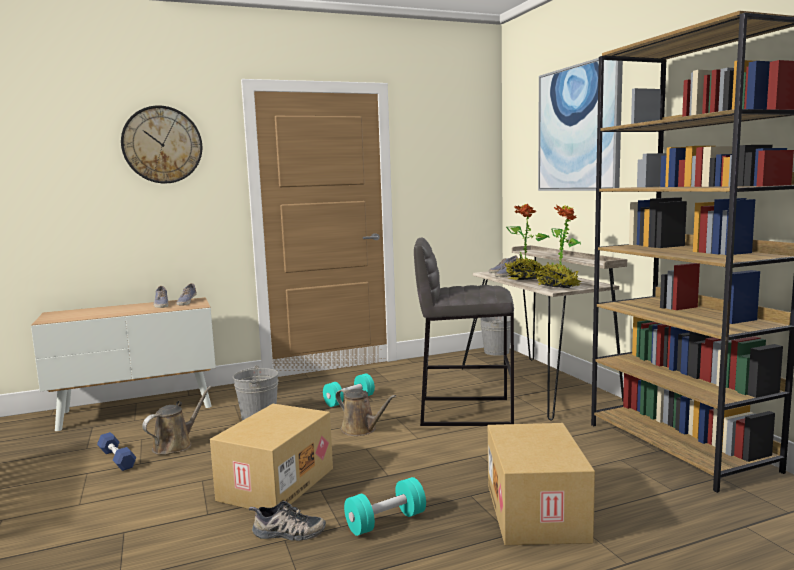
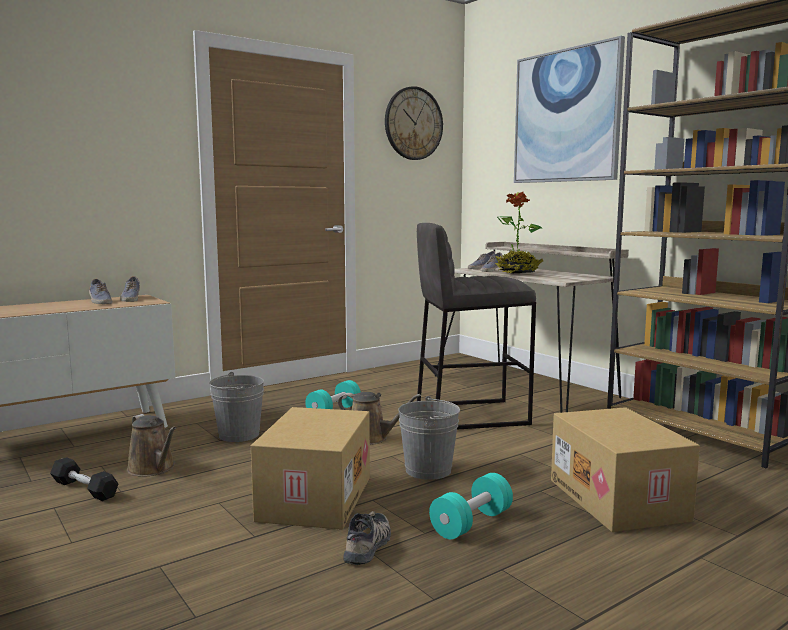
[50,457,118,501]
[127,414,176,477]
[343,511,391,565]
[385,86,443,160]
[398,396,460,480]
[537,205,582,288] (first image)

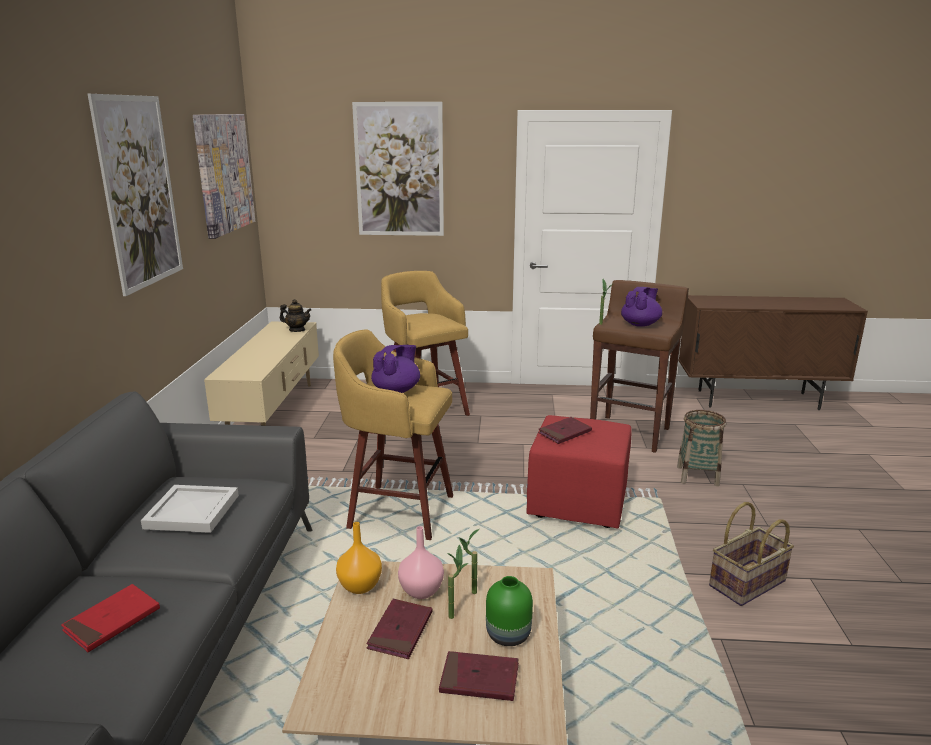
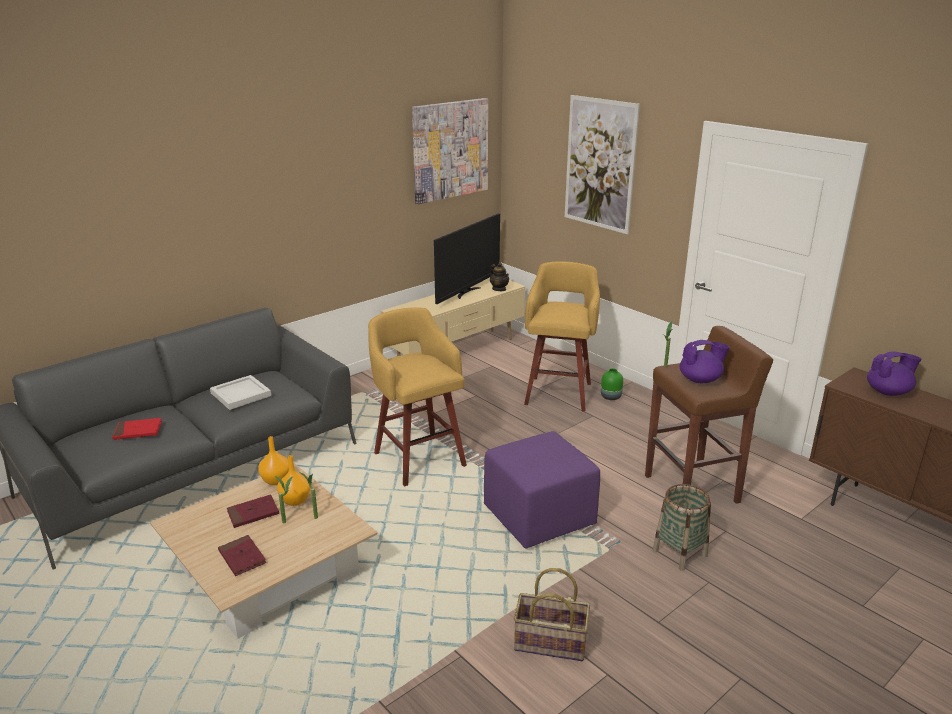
[277,455,310,506]
[434,214,500,304]
[484,431,600,549]
[601,368,623,400]
[867,351,921,396]
[88,94,183,296] (first image)
[538,417,592,444] (first image)

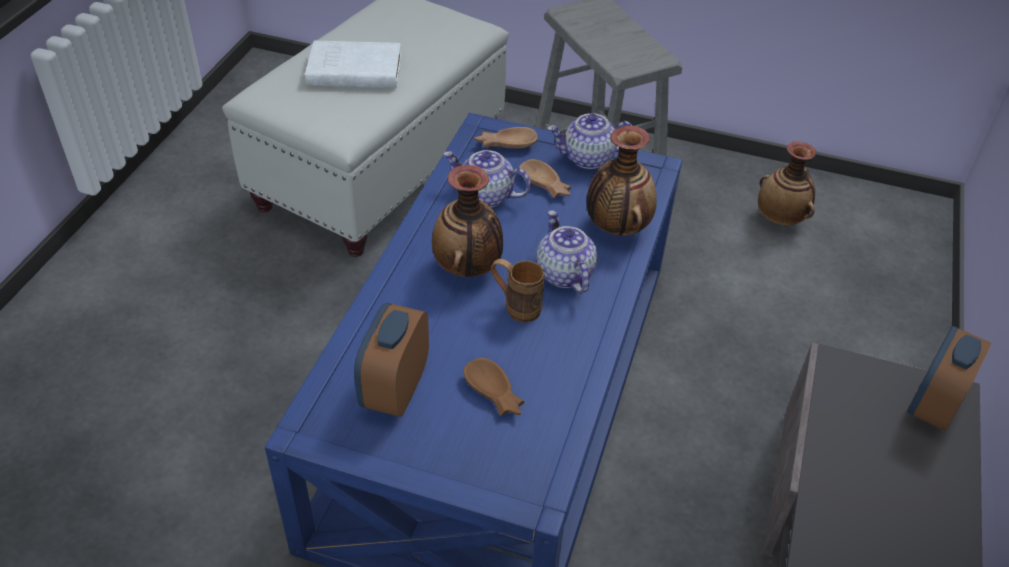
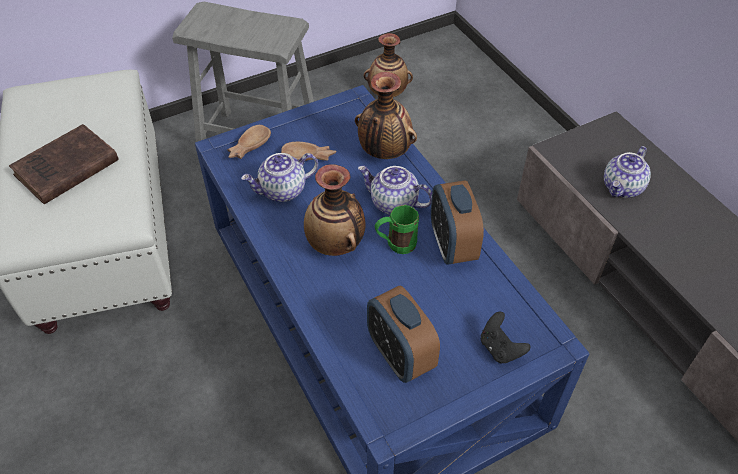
[9,124,119,204]
[375,205,419,254]
[431,180,484,265]
[481,312,530,364]
[604,146,651,198]
[464,358,525,416] (first image)

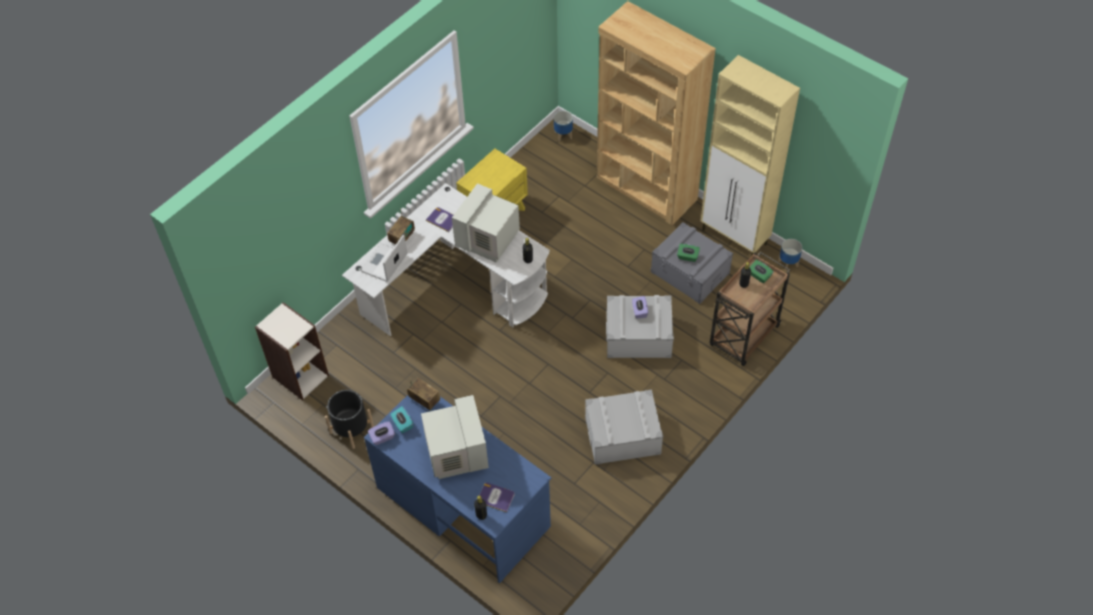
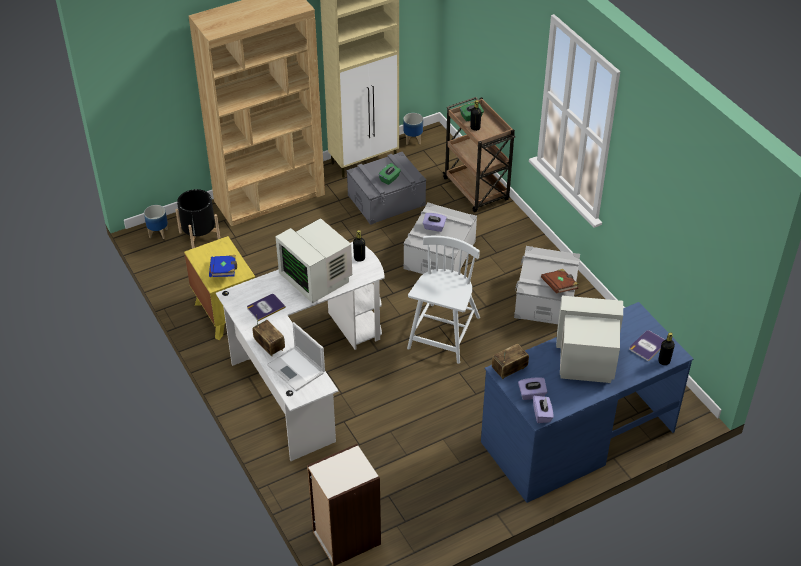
[176,189,220,249]
[209,255,237,277]
[407,236,480,364]
[518,377,547,400]
[541,269,579,293]

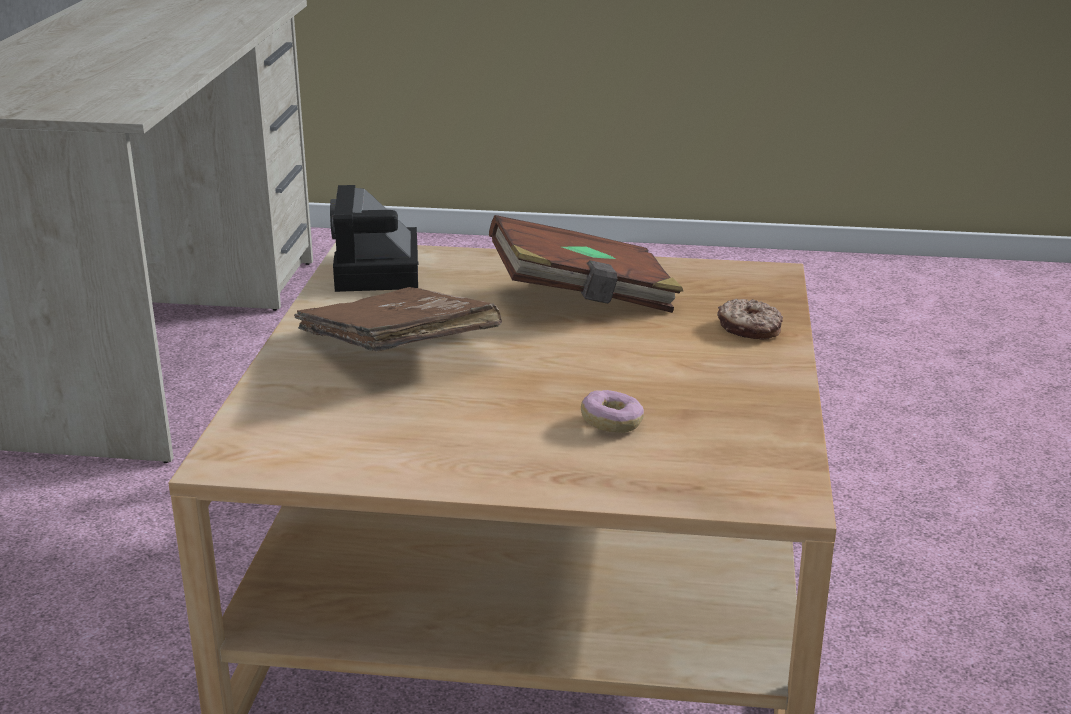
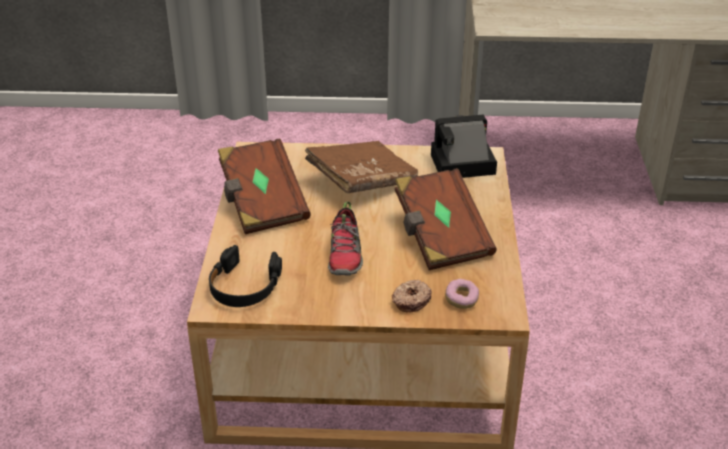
[209,245,282,307]
[218,138,311,234]
[328,202,363,275]
[445,279,479,309]

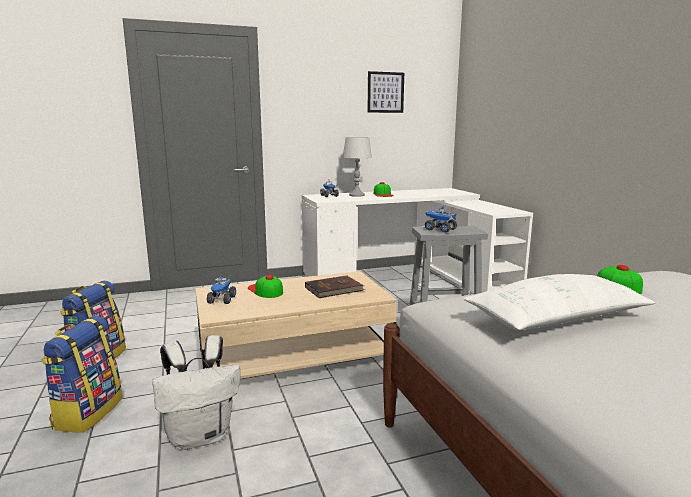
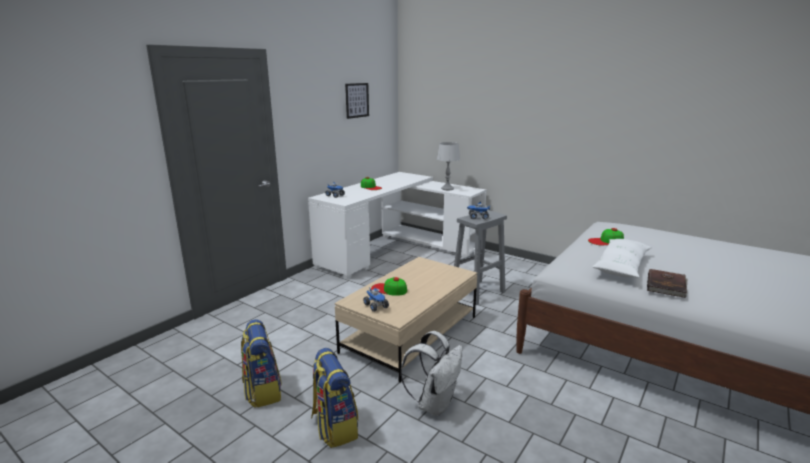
[437,142,460,190]
[647,269,688,298]

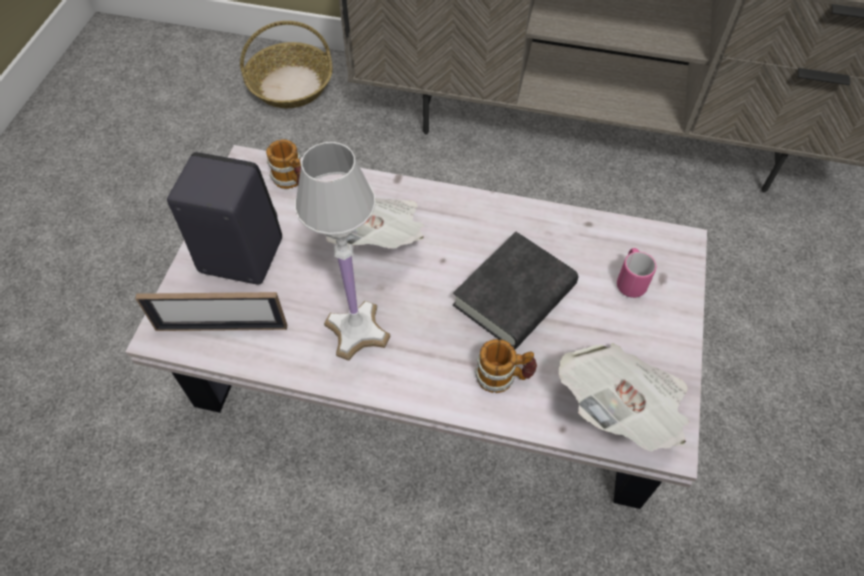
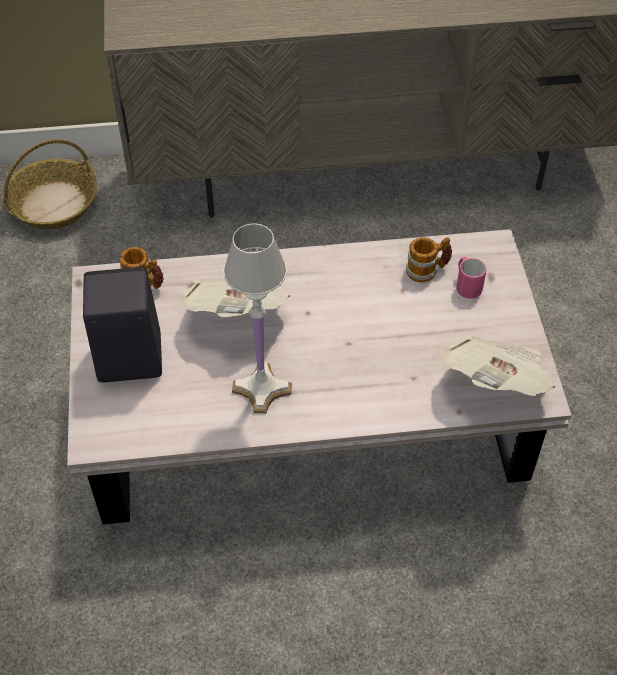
[406,237,452,282]
[135,292,287,331] (first image)
[453,232,578,349] (first image)

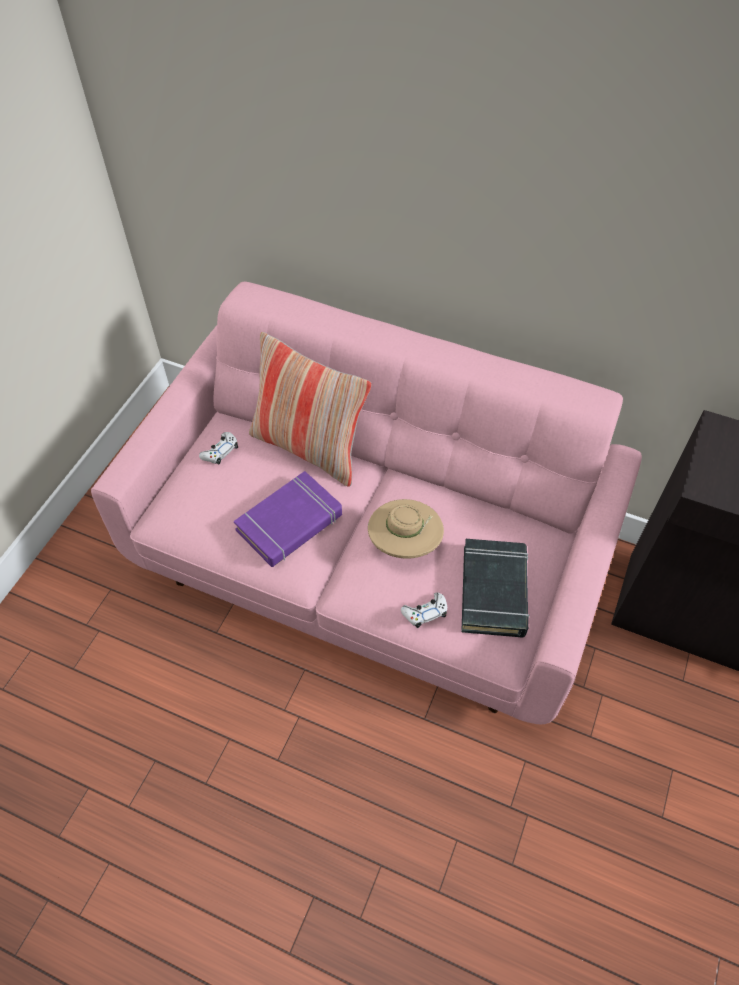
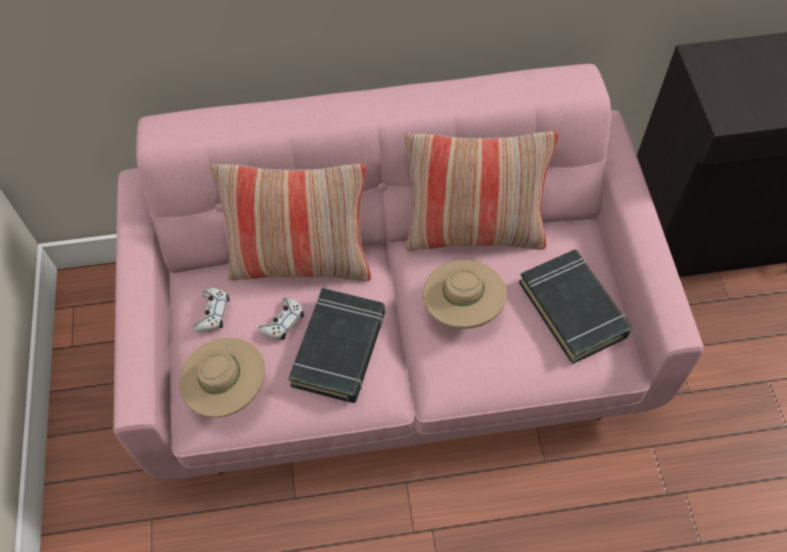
[179,338,265,418]
[259,297,304,340]
[288,288,385,403]
[405,131,559,251]

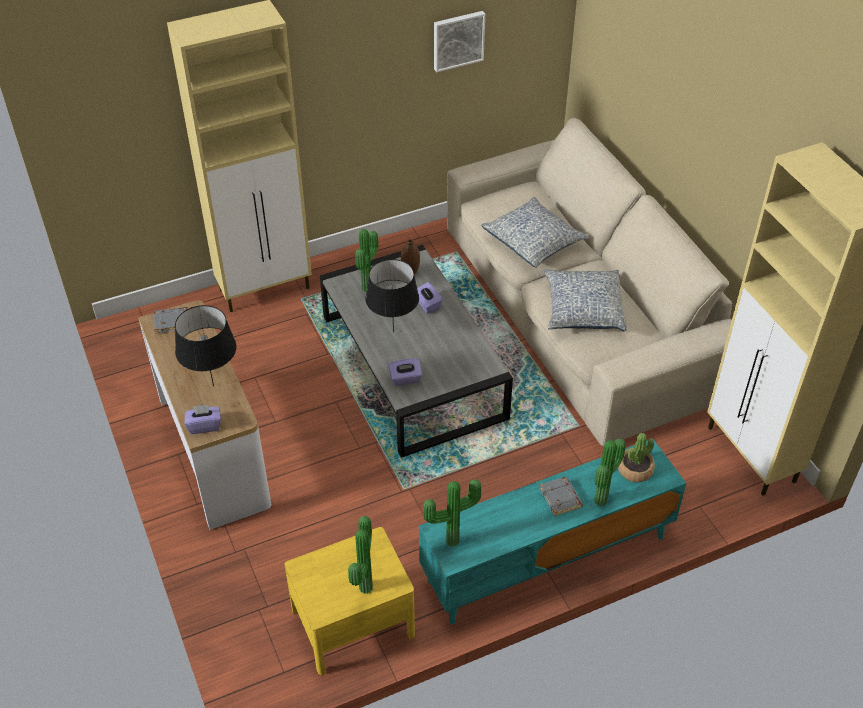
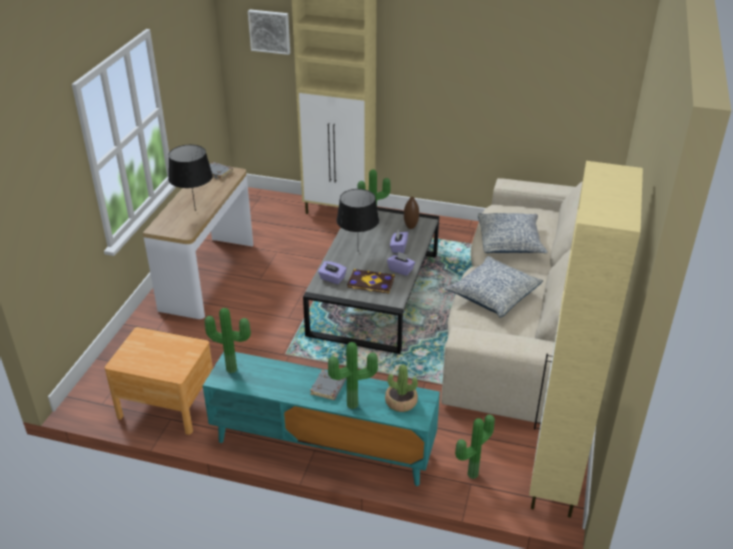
[105,327,213,435]
[248,10,290,55]
[347,269,395,294]
[387,251,415,276]
[455,414,495,479]

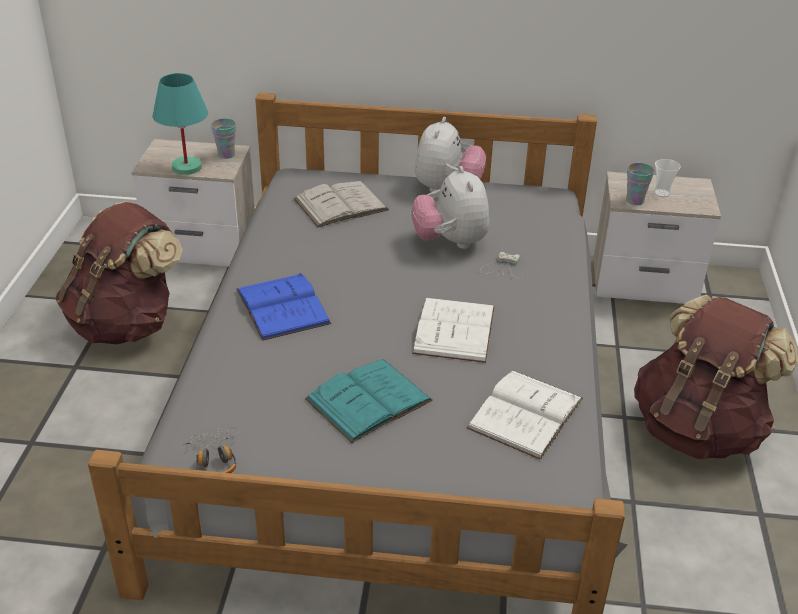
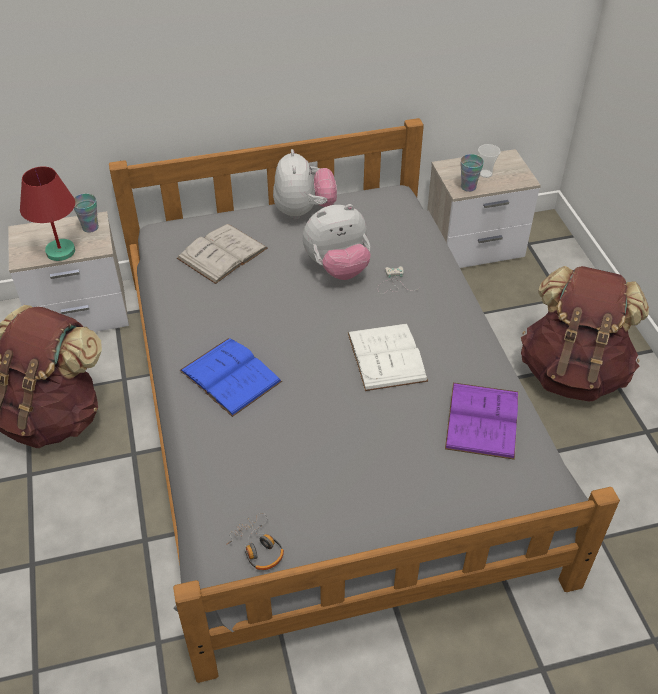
[20,166,75,261]
[303,204,371,280]
[445,383,519,460]
[305,359,433,443] (first image)

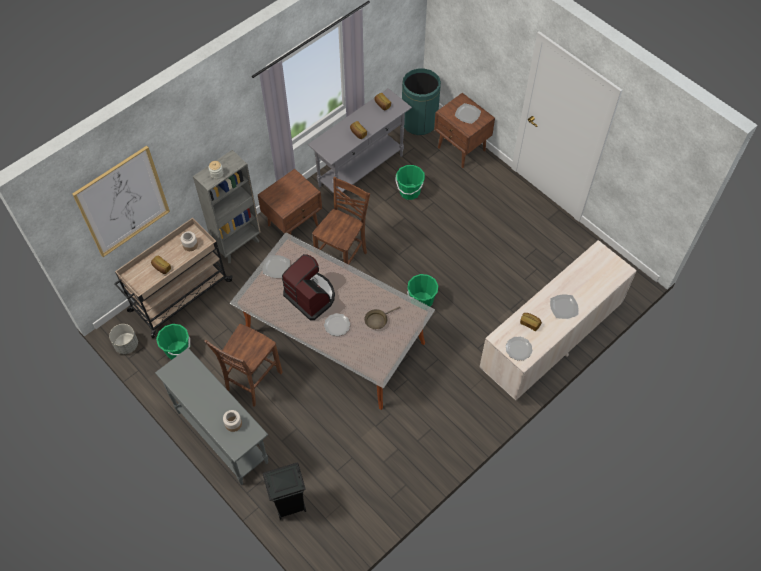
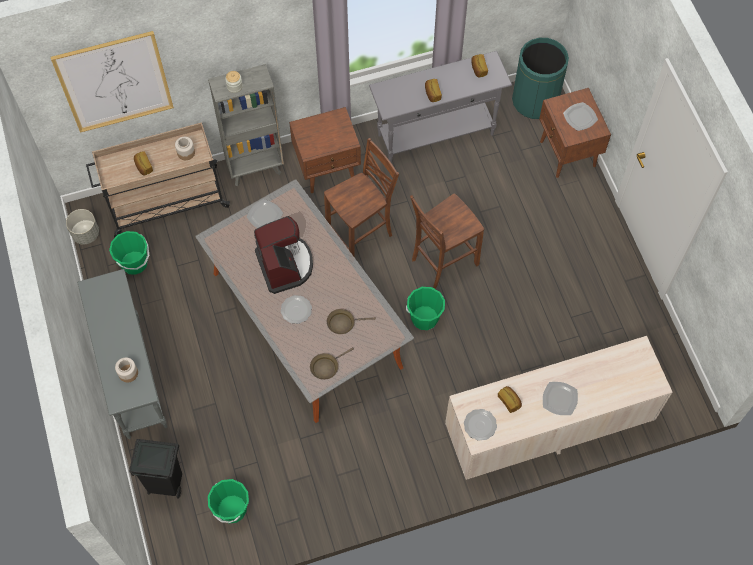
[208,479,249,524]
[310,347,354,380]
[410,194,484,289]

